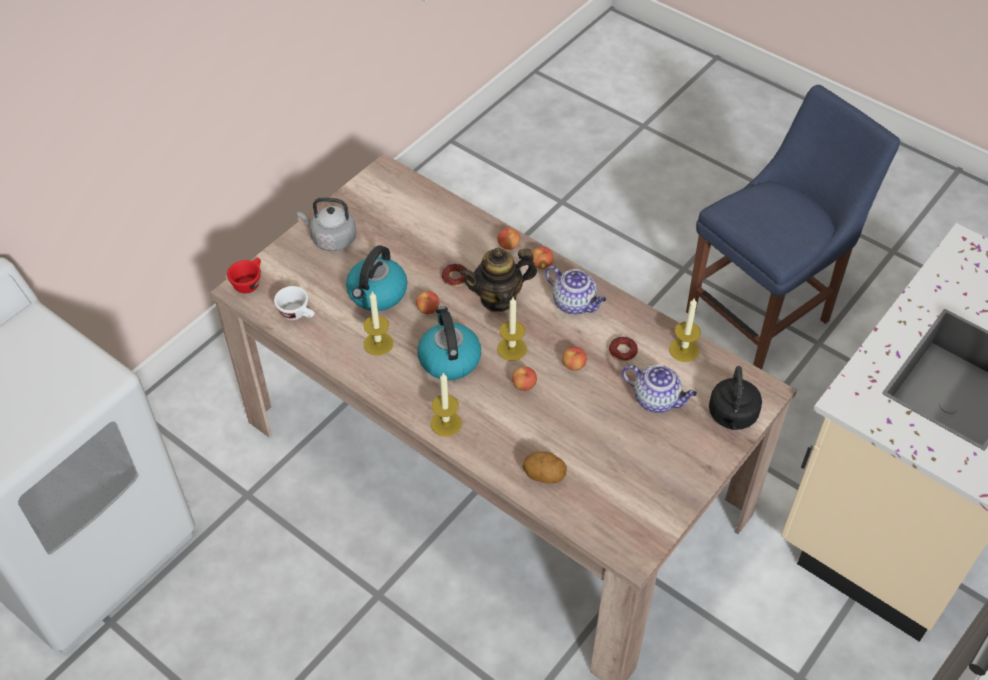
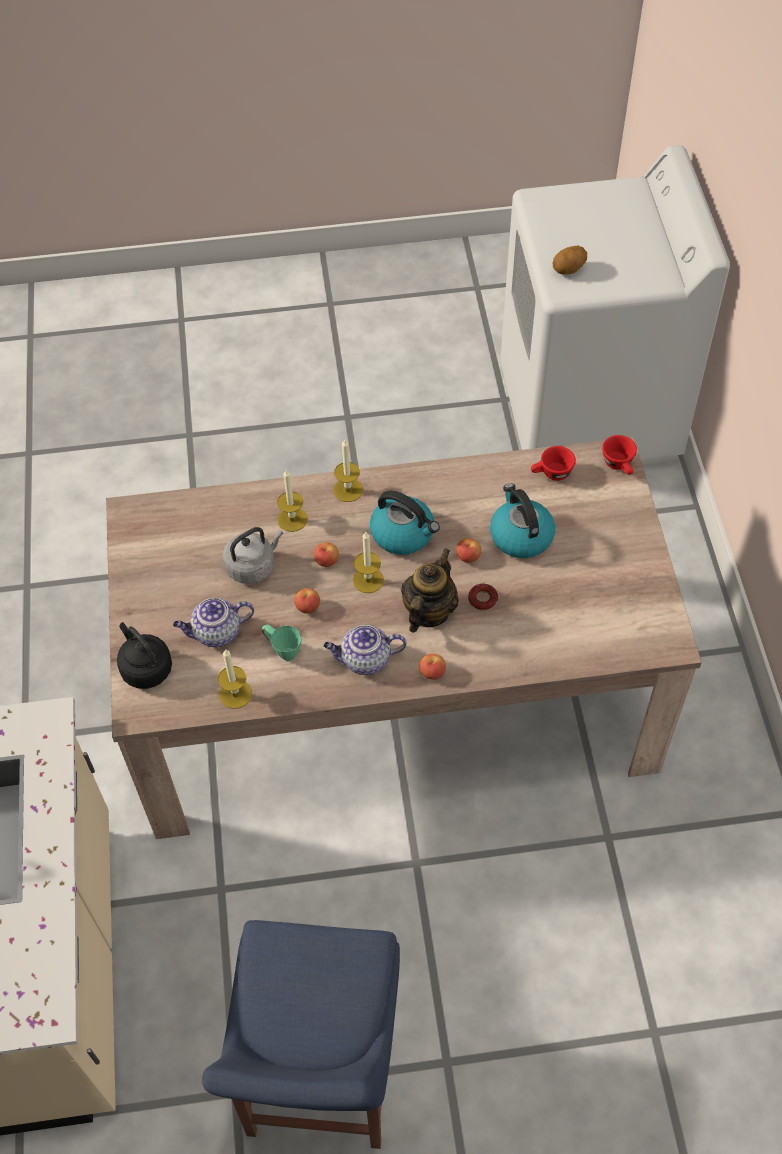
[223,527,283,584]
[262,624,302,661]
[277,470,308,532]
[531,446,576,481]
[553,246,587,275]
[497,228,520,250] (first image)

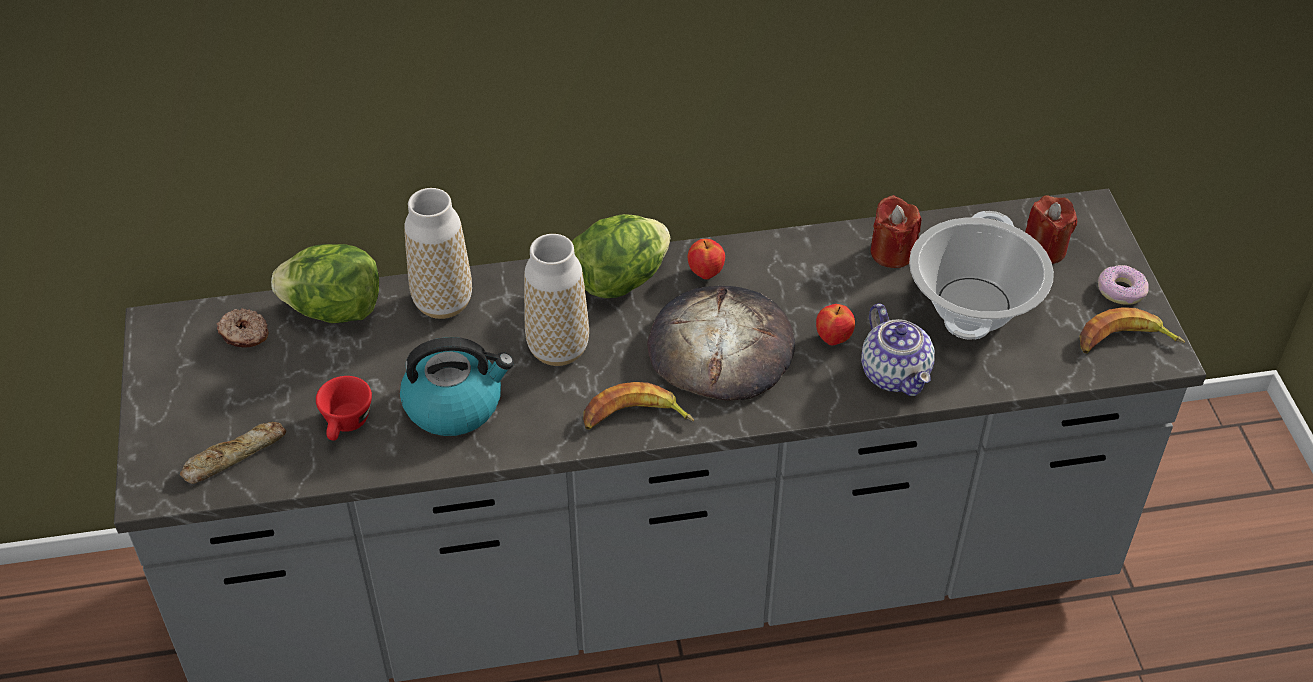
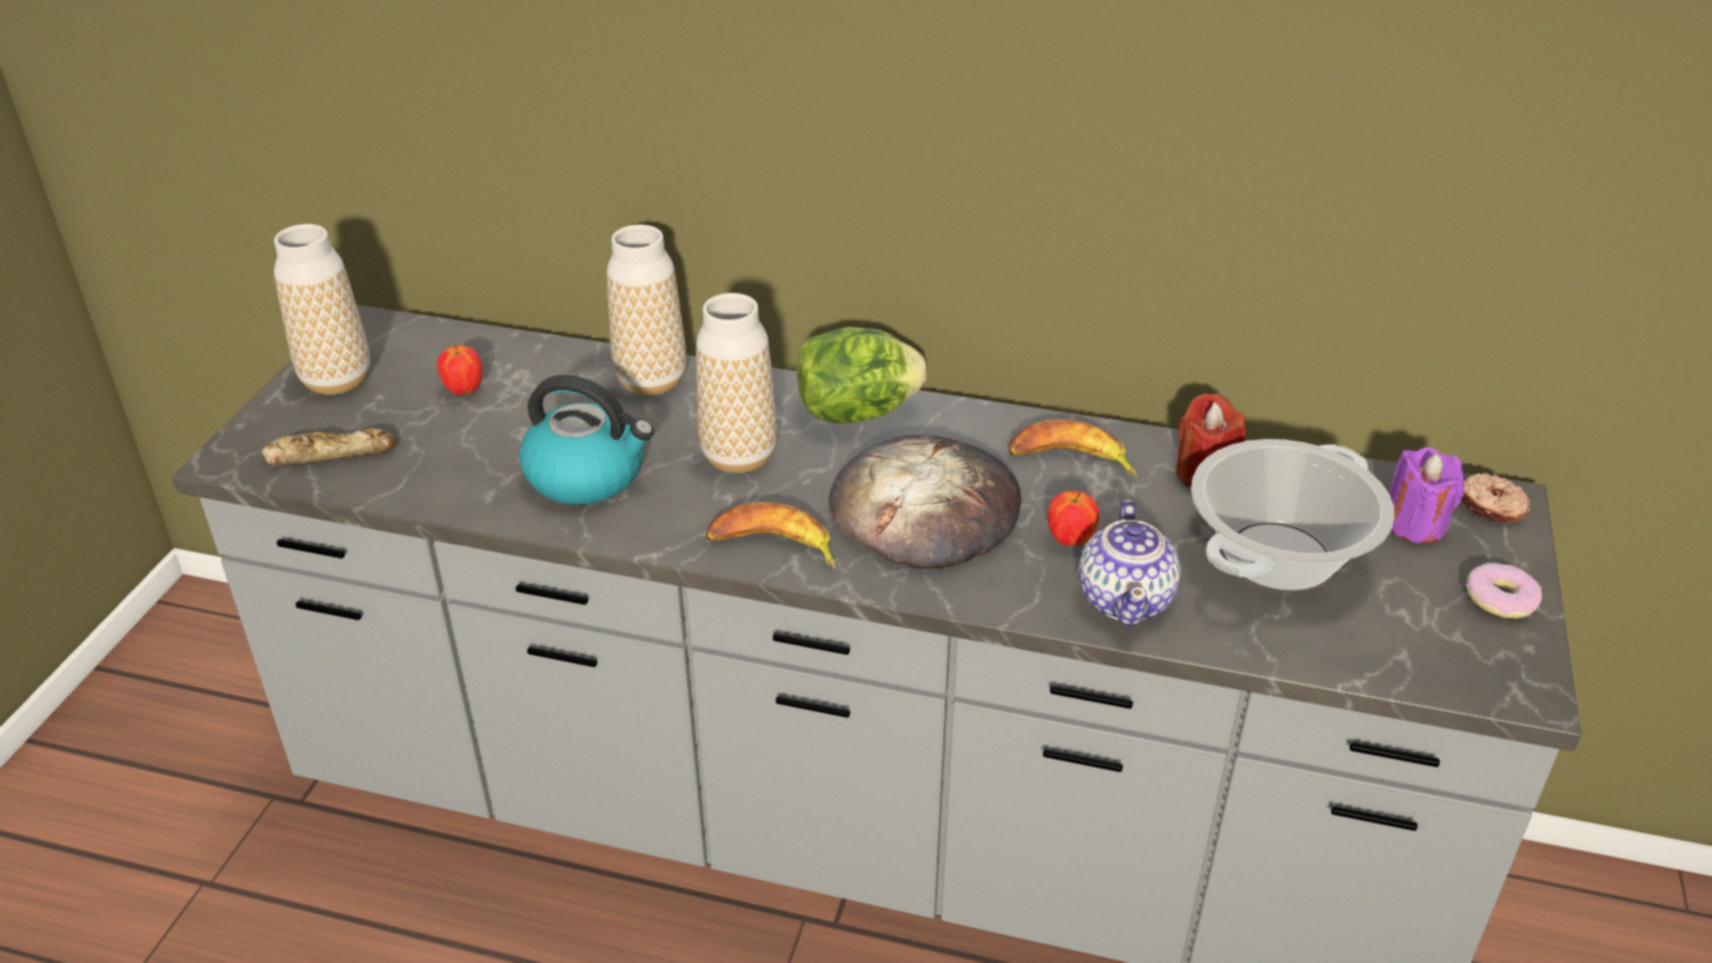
[274,224,370,395]
[437,344,482,396]
[1009,419,1138,478]
[1389,447,1464,544]
[1462,473,1530,523]
[271,244,379,323] (first image)
[316,376,372,441] (first image)

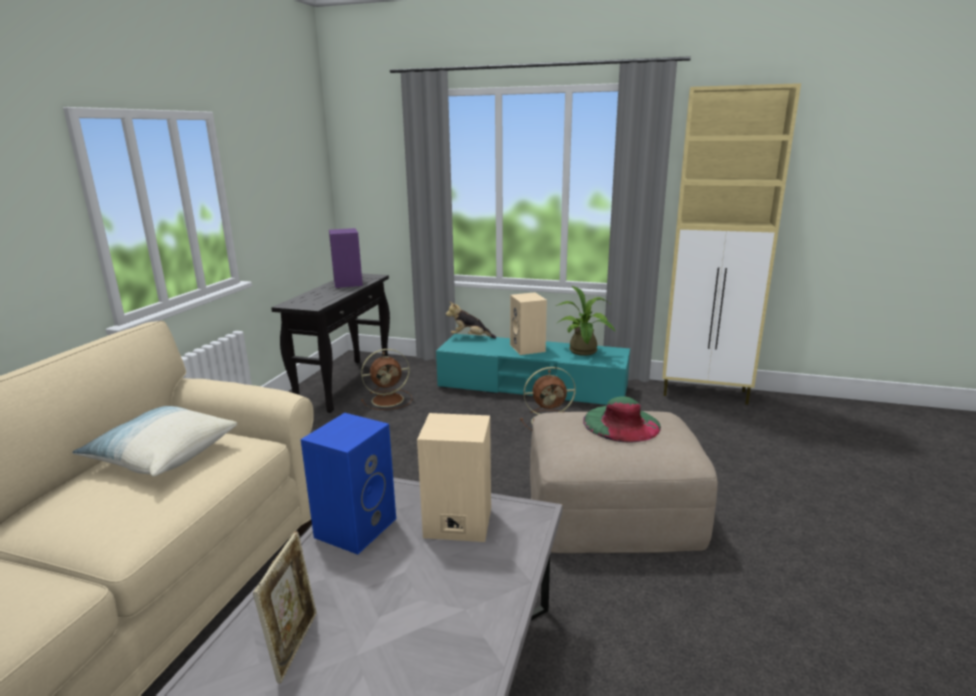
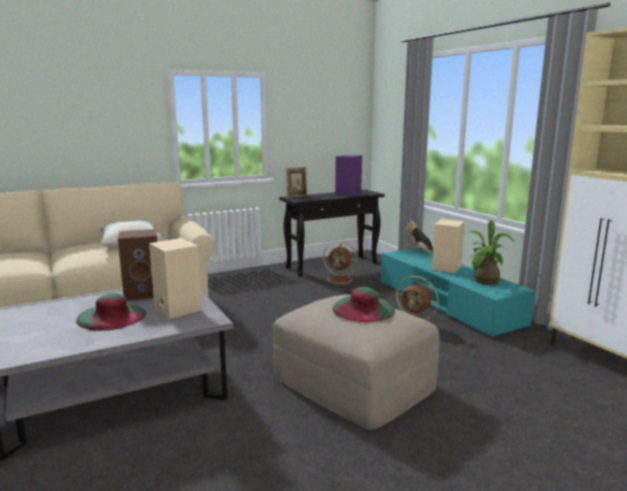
[76,293,146,331]
[118,229,157,301]
[286,167,307,198]

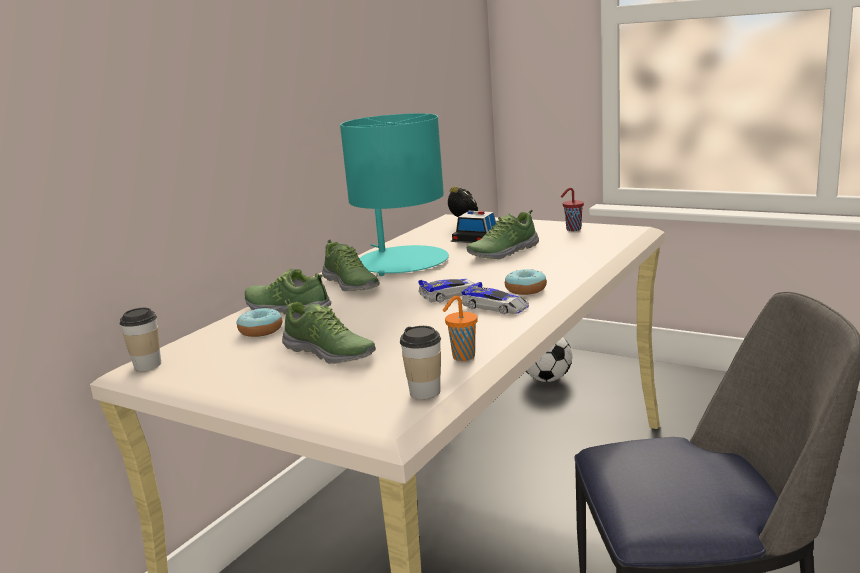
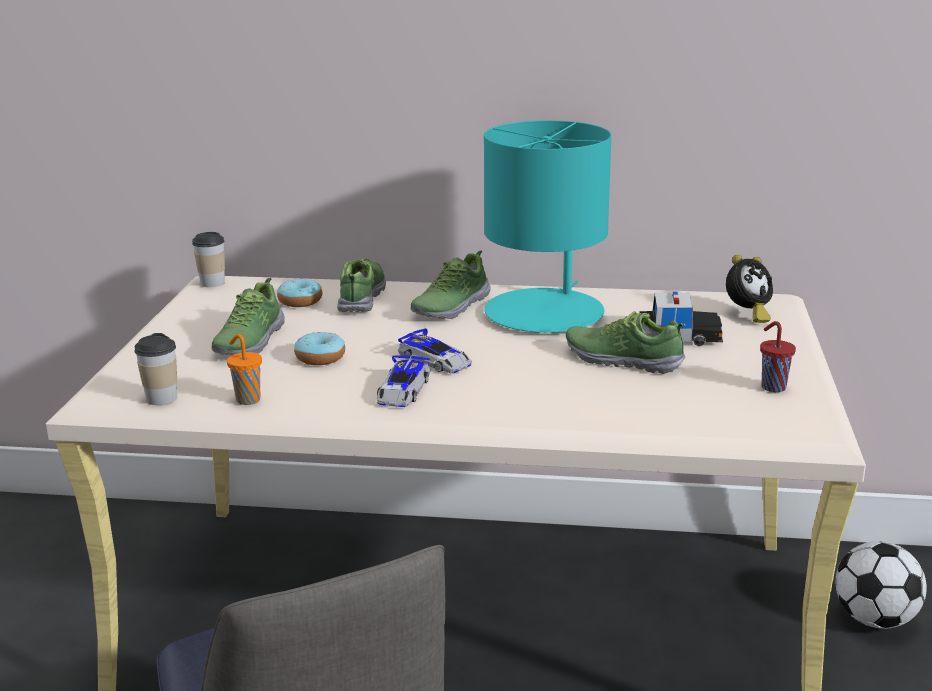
[294,332,345,365]

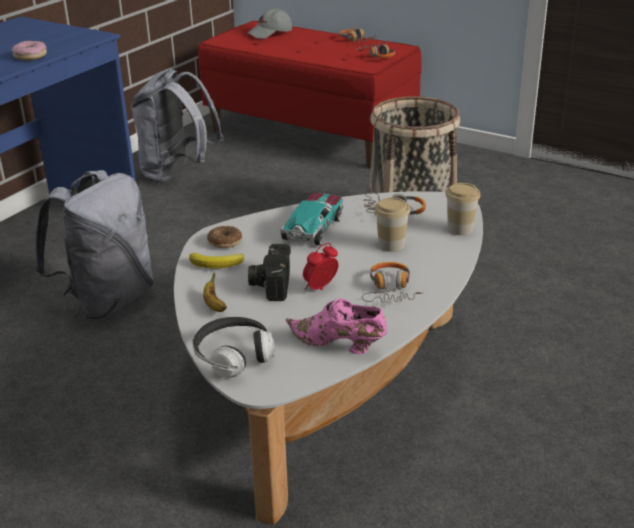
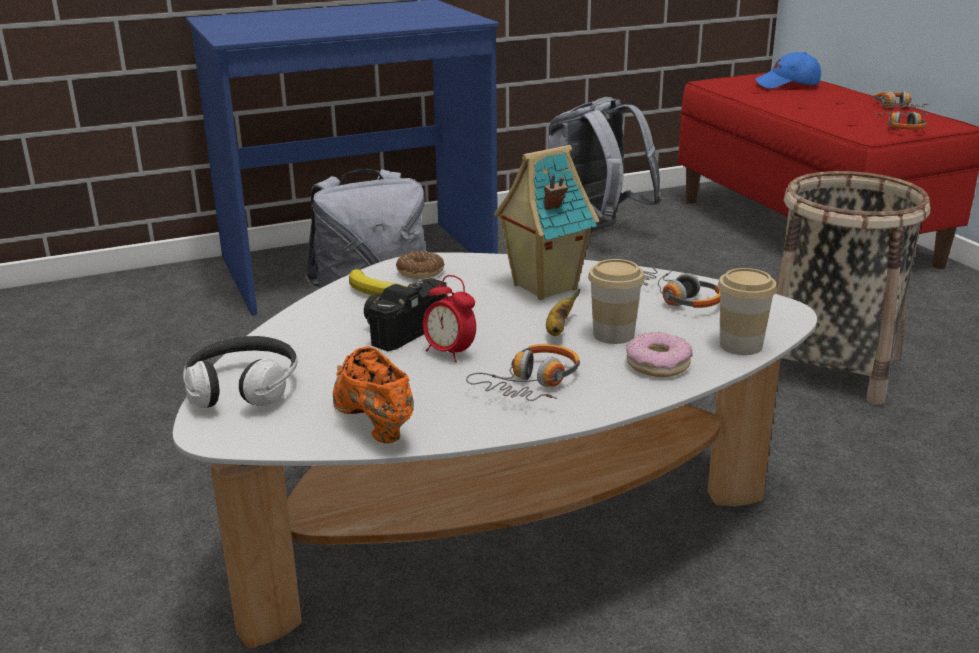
[333,346,414,443]
[423,275,476,362]
[494,145,599,300]
[546,289,581,336]
[626,332,693,377]
[755,52,821,89]

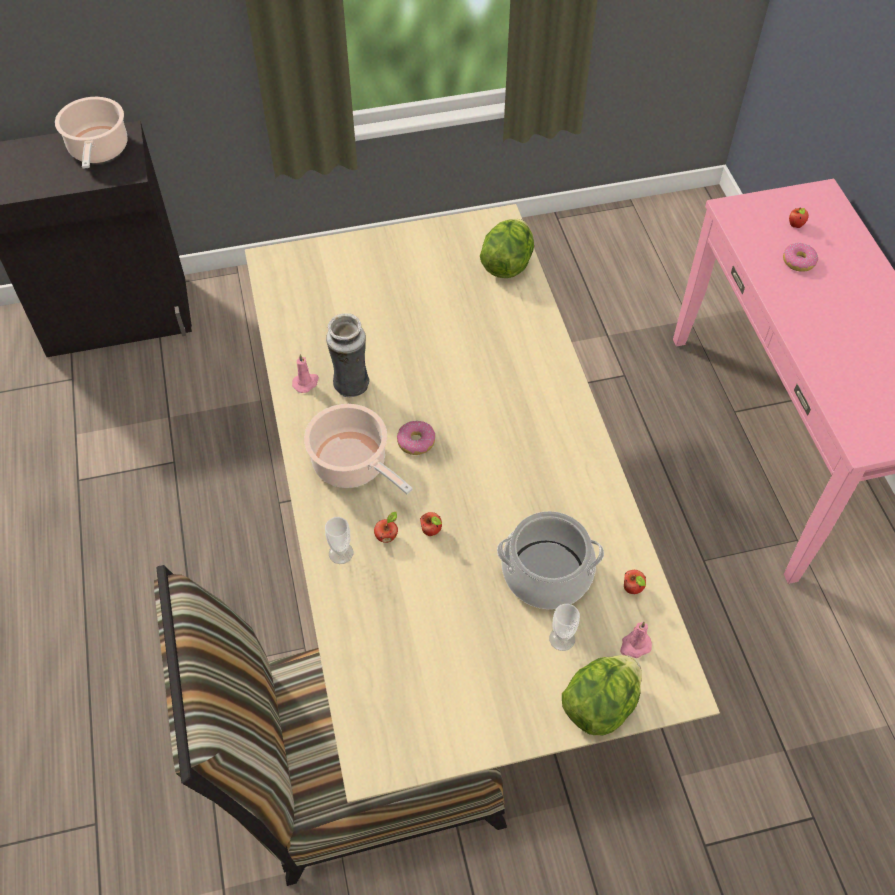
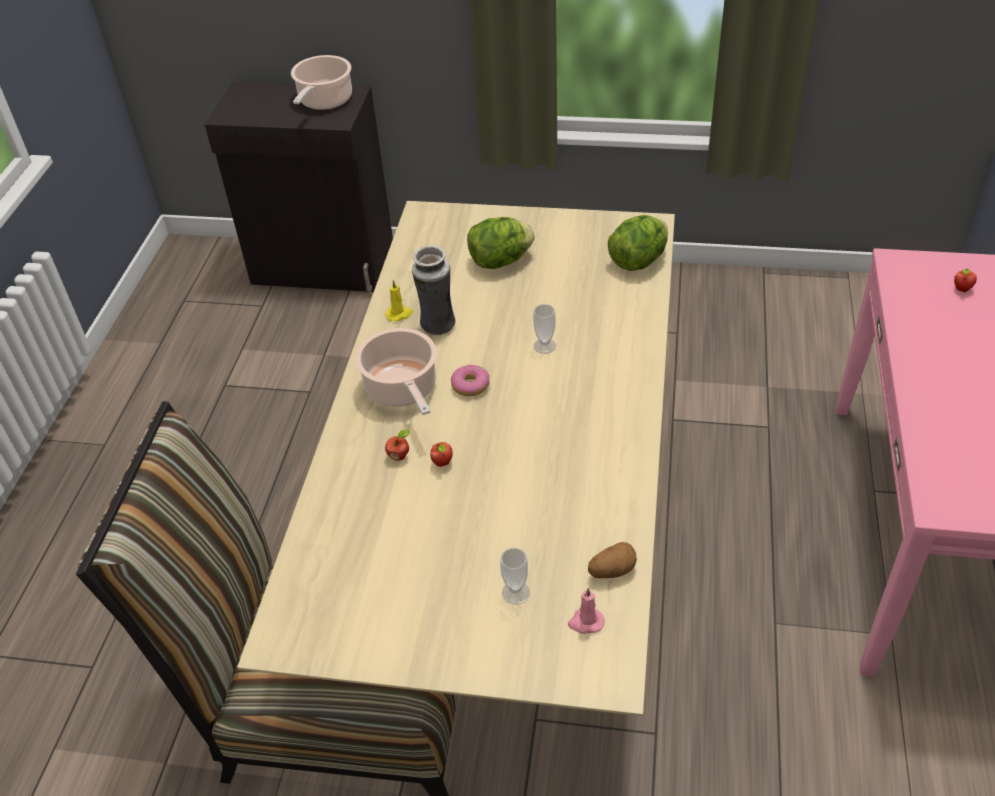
[386,280,413,321]
[467,217,535,269]
[533,304,556,354]
[588,542,637,578]
[497,511,604,609] (first image)
[783,243,818,272] (first image)

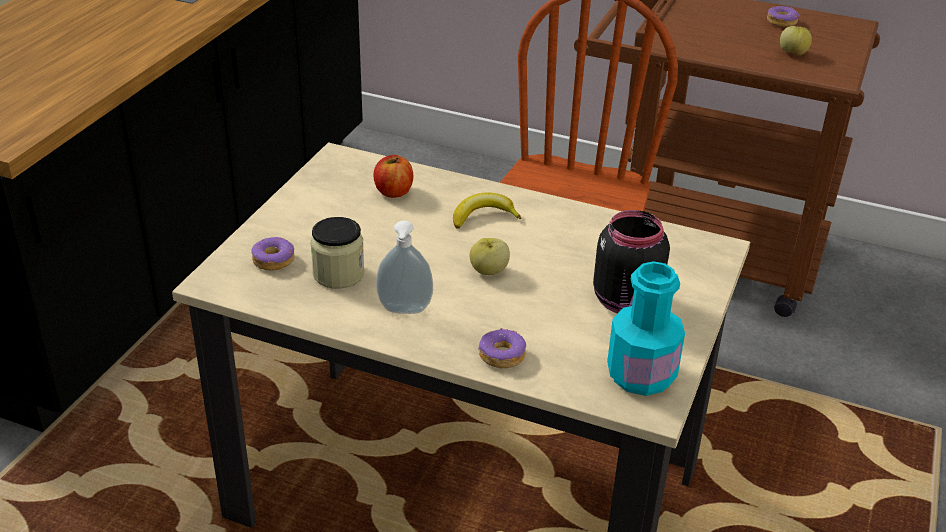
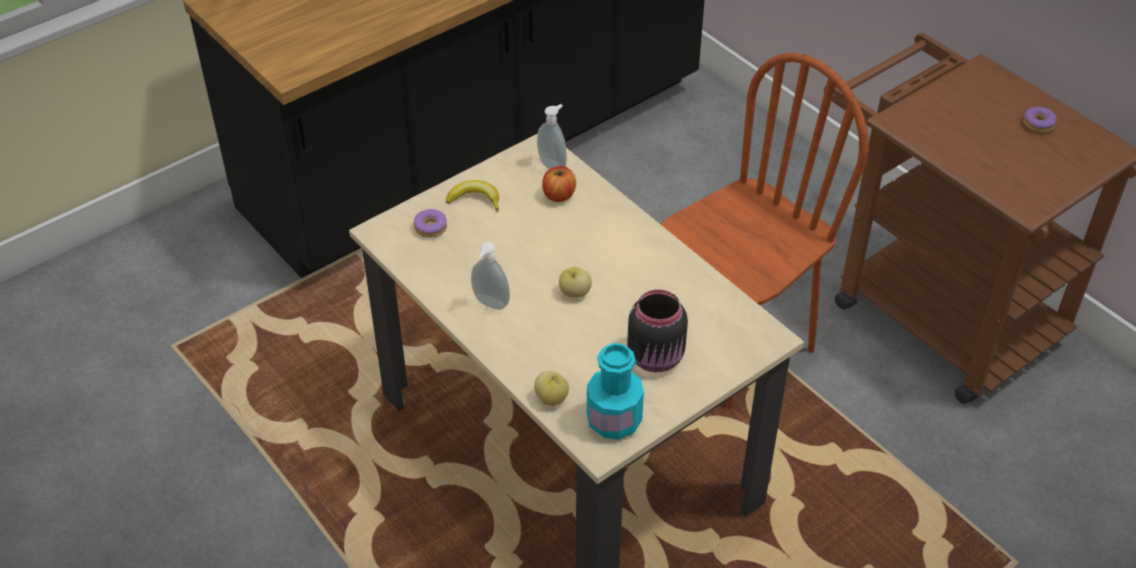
[446,180,499,212]
[534,371,569,406]
[537,104,567,169]
[310,217,365,289] (first image)
[478,328,526,368] (first image)

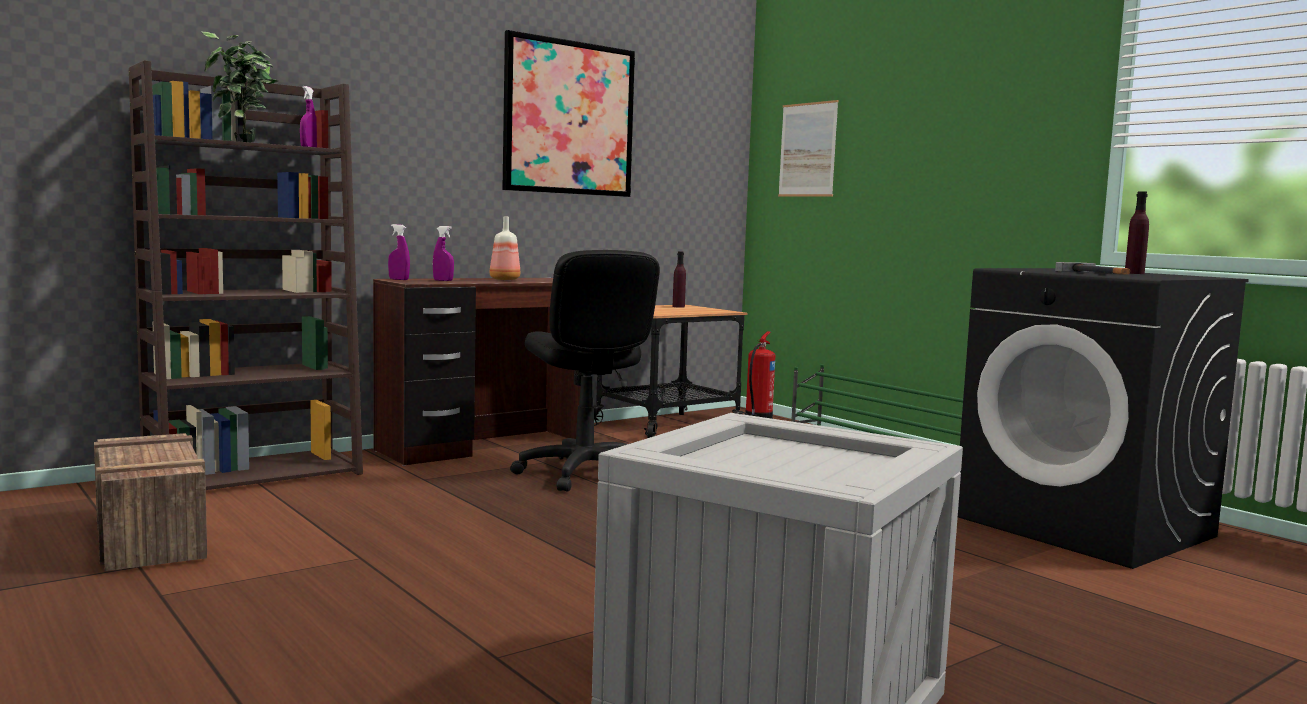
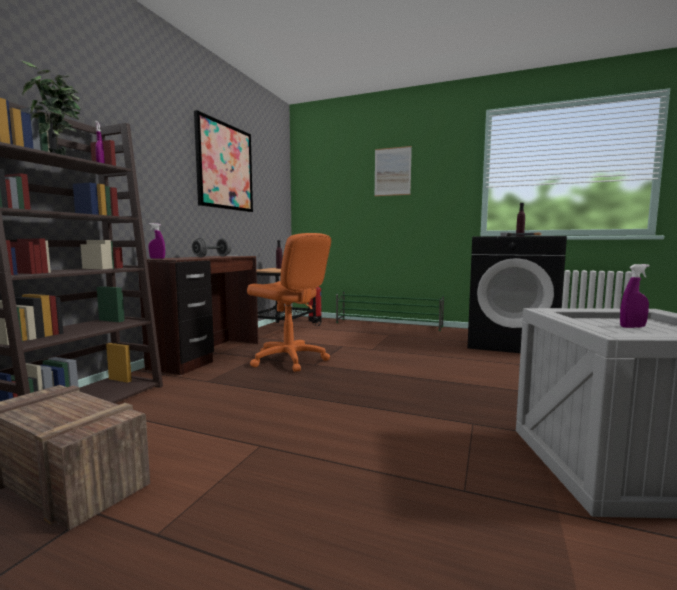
[192,238,231,257]
[247,233,331,372]
[374,146,412,196]
[620,264,649,328]

